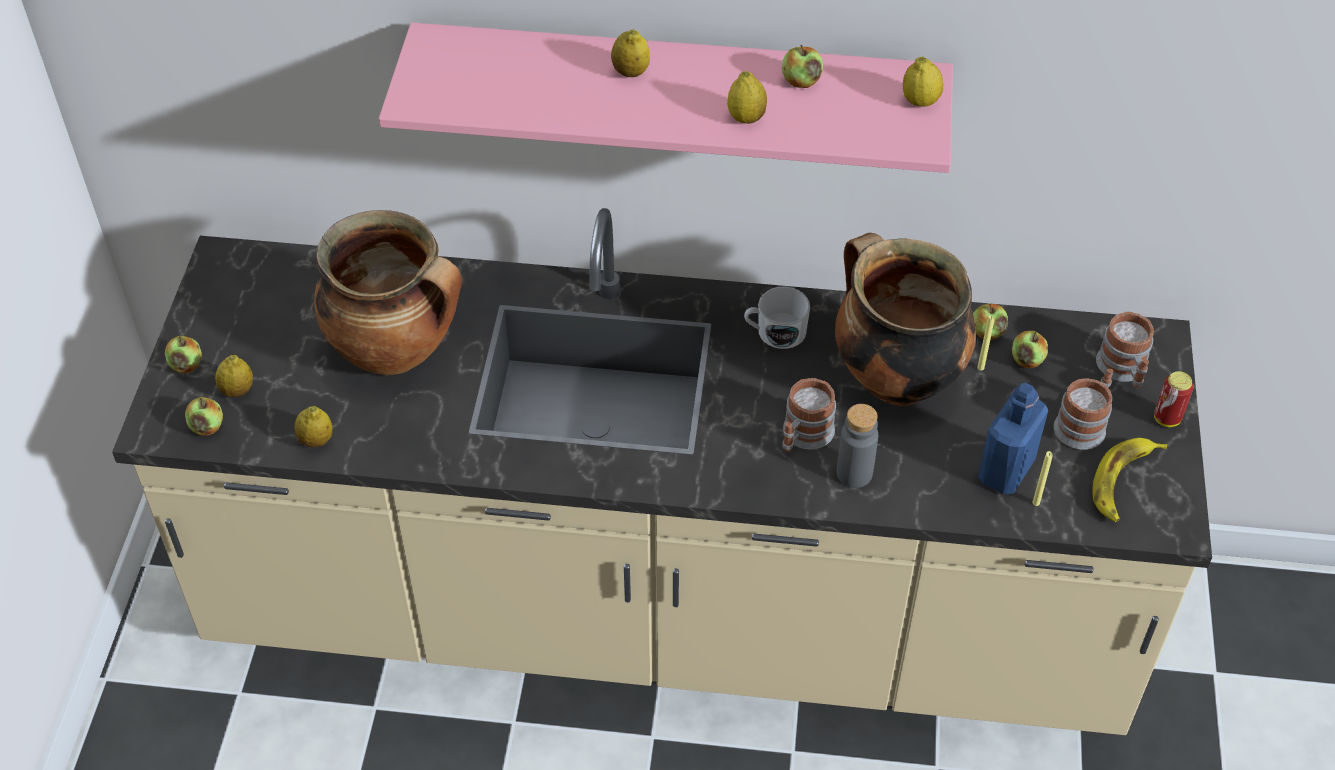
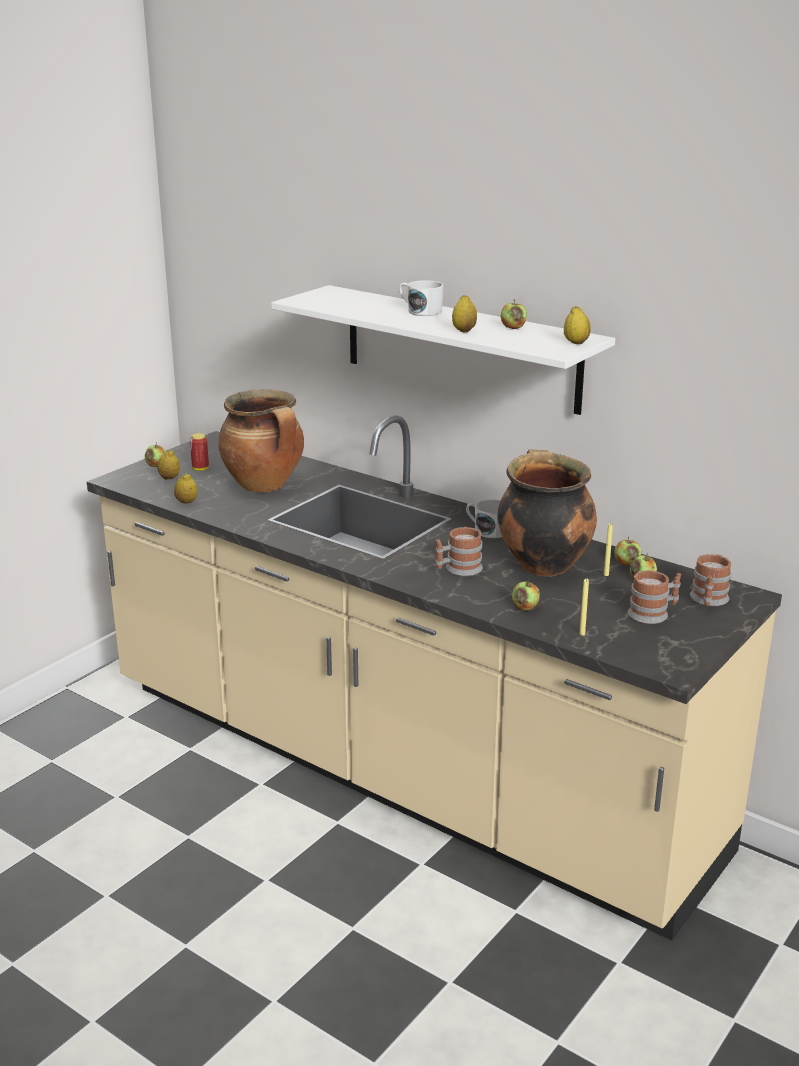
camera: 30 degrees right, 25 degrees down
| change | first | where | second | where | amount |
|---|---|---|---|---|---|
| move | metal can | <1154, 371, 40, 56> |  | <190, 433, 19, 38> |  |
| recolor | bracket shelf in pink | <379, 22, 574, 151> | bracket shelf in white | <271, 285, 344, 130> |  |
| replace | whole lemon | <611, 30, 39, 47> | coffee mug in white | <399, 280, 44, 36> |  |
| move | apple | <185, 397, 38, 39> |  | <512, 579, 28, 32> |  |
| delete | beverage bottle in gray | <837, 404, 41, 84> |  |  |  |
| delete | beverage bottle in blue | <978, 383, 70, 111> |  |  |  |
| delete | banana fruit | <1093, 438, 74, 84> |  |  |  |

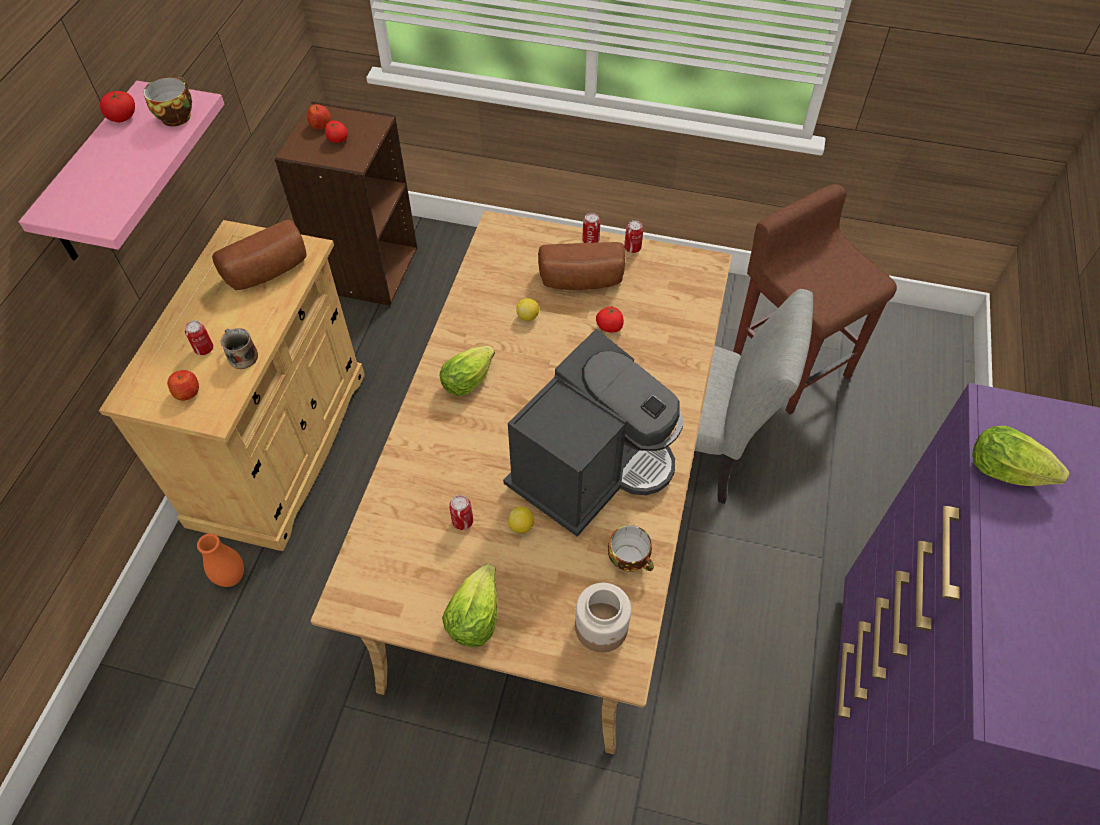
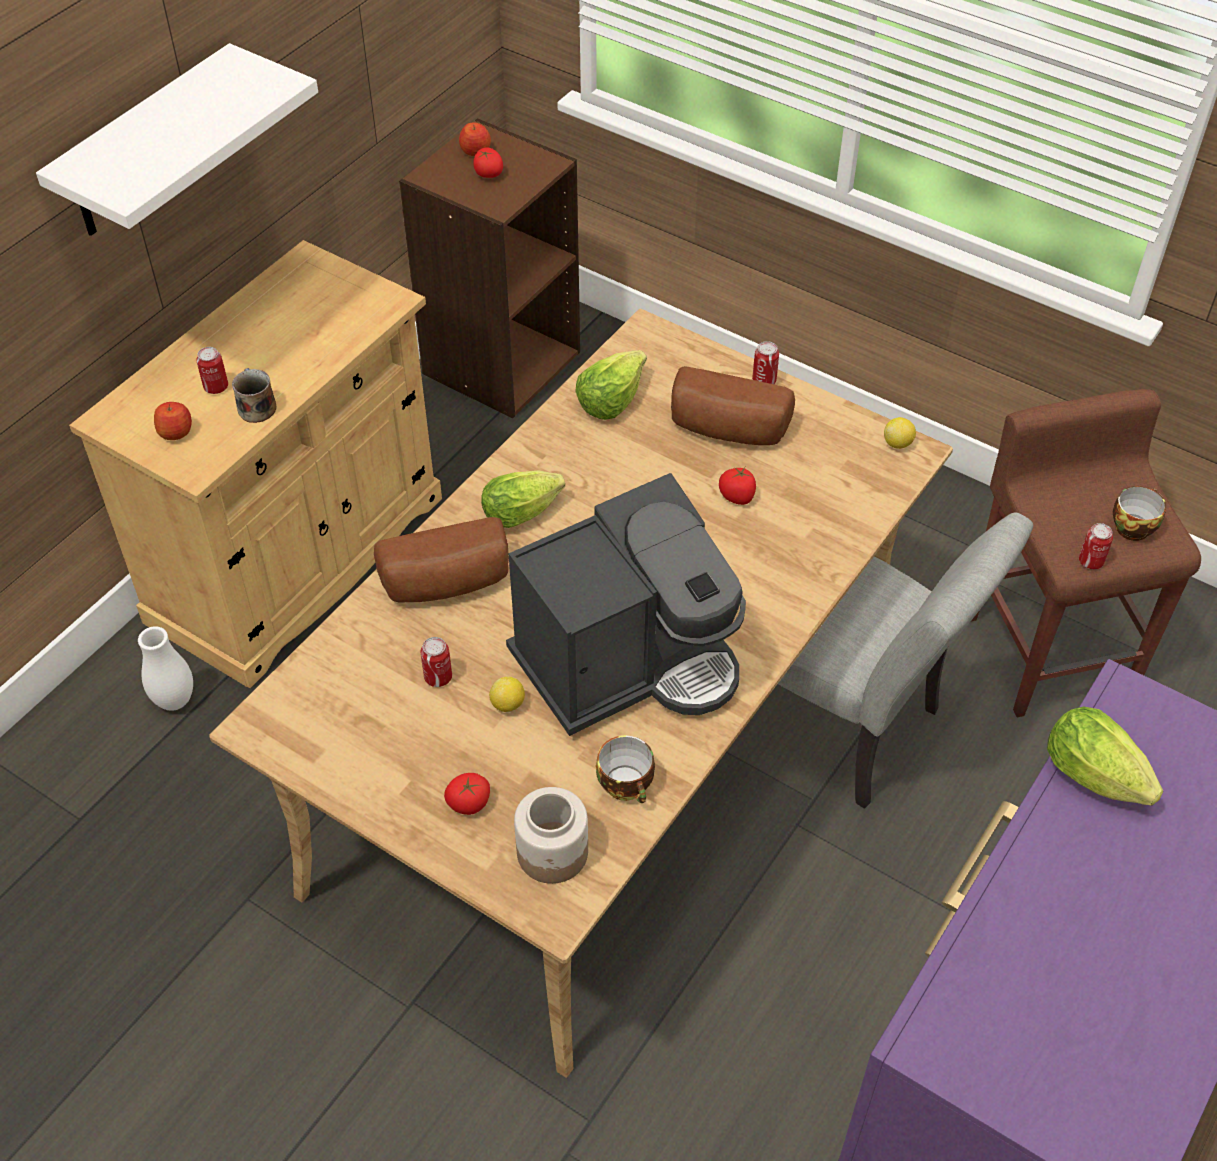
camera: 20 degrees right, 5 degrees down
| change | first | where | second | where | amount |
|---|---|---|---|---|---|
| recolor | bracket shelf in pink | <19, 81, 205, 180> | bracket shelf in white | <36, 43, 282, 193> |  |
| recolor | decorative vase in orange | <197, 533, 47, 54> | decorative vase in white | <138, 626, 55, 85> |  |
| move | bread | <212, 220, 95, 70> |  | <374, 517, 135, 85> |  |
| move | whole tomato | <100, 91, 35, 31> |  | <444, 773, 46, 42> |  |
| move | lettuce | <442, 564, 56, 83> |  | <575, 350, 72, 70> |  |
| move | whole lemon | <516, 298, 23, 23> |  | <884, 417, 32, 32> |  |
| move | metal can | <624, 220, 19, 33> |  | <1079, 523, 34, 46> |  |
| move | drinking cup | <144, 77, 48, 49> |  | <1113, 486, 53, 55> |  |

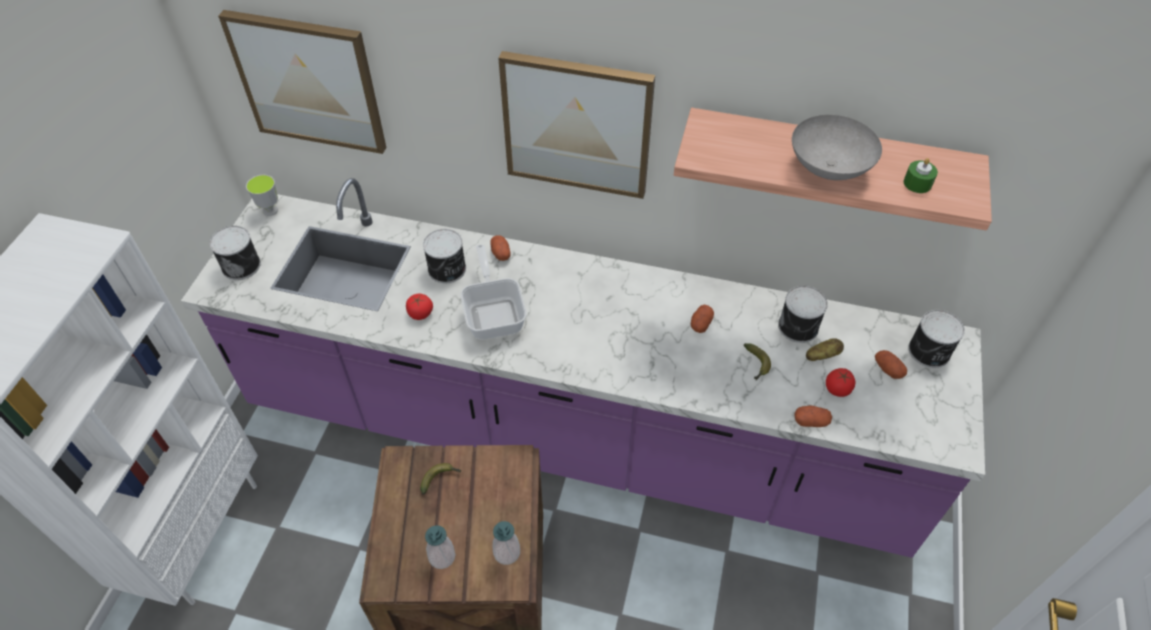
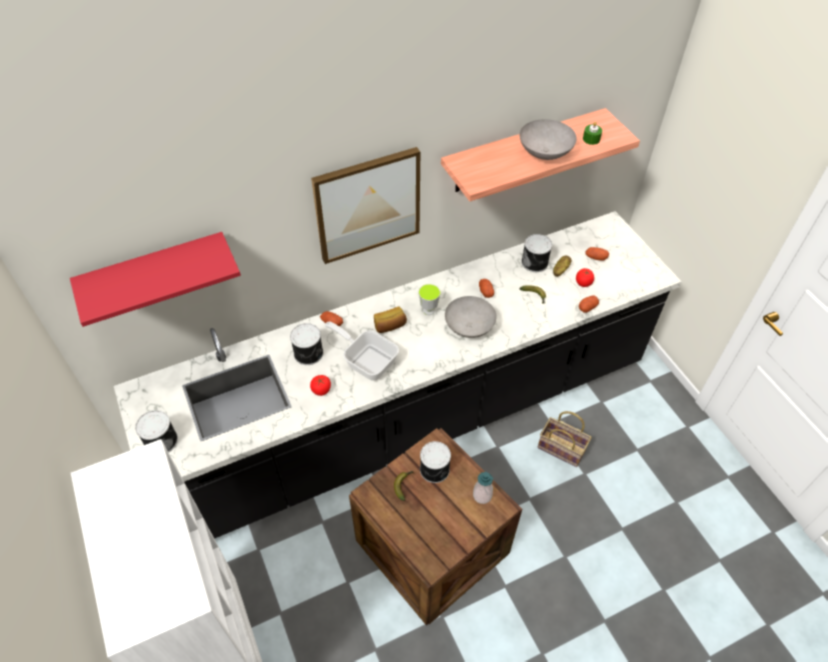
camera: 40 degrees left, 0 degrees up
| change | first | where | second | where | amount |
|---|---|---|---|---|---|
| replace | wall picture | <218, 10, 168, 144> | bracket shelf in red | <70, 232, 171, 95> |  |
| recolor | kitchen base unit in purplish | <181, 178, 804, 380> | kitchen base unit in black-coloured | <114, 211, 568, 328> |  |
| insert |  |  | bread | <374, 306, 33, 27> |  |
| move | drinking cup | <246, 175, 32, 41> |  | <418, 284, 22, 31> |  |
| move | metal can | <908, 310, 57, 58> |  | <420, 441, 31, 42> |  |
| insert |  |  | bowl in gray | <445, 296, 52, 42> |  |
| insert |  |  | storage basket | <538, 411, 53, 56> |  |
| delete | liquid soap bottle | <425, 525, 31, 44> |  |  |  |

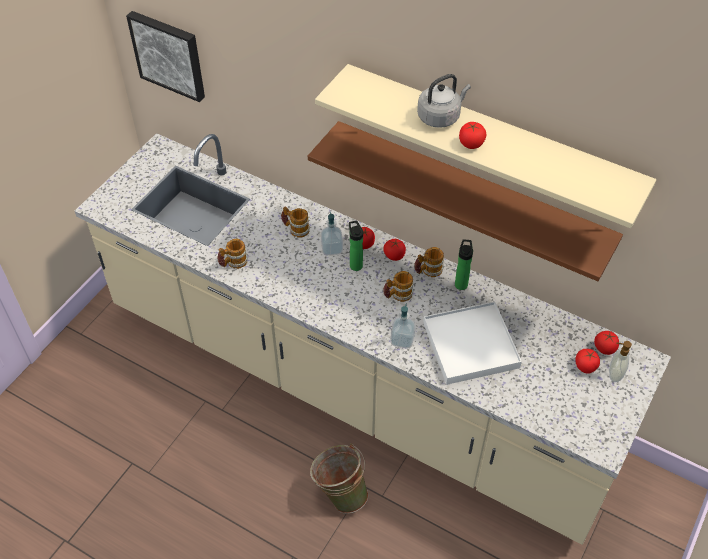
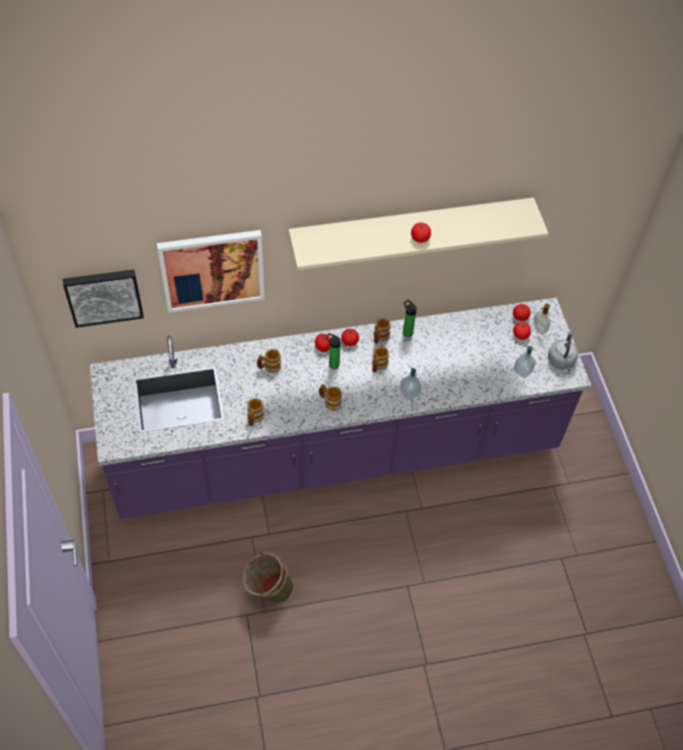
camera: 45 degrees left, 5 degrees up
| change | first | where | second | where | amount |
|---|---|---|---|---|---|
| recolor | kitchen base unit in sand-coloured | <75, 133, 596, 412> | kitchen base unit in purplish | <90, 298, 501, 221> |  |
| insert |  |  | wall picture | <157, 230, 107, 83> |  |
| move | bucket in greenish | <310, 443, 59, 71> |  | <243, 551, 51, 52> |  |
| insert |  |  | coffee mug | <319, 384, 23, 27> |  |
| move | liquid soap bottle | <321, 212, 22, 44> |  | <513, 345, 23, 33> |  |
| move | kettle in gray | <417, 74, 54, 54> |  | <548, 332, 30, 37> |  |
| delete | bracket shelf in brownish | <308, 121, 315, 160> |  |  |  |
| delete | tray in white | <423, 302, 99, 83> |  |  |  |

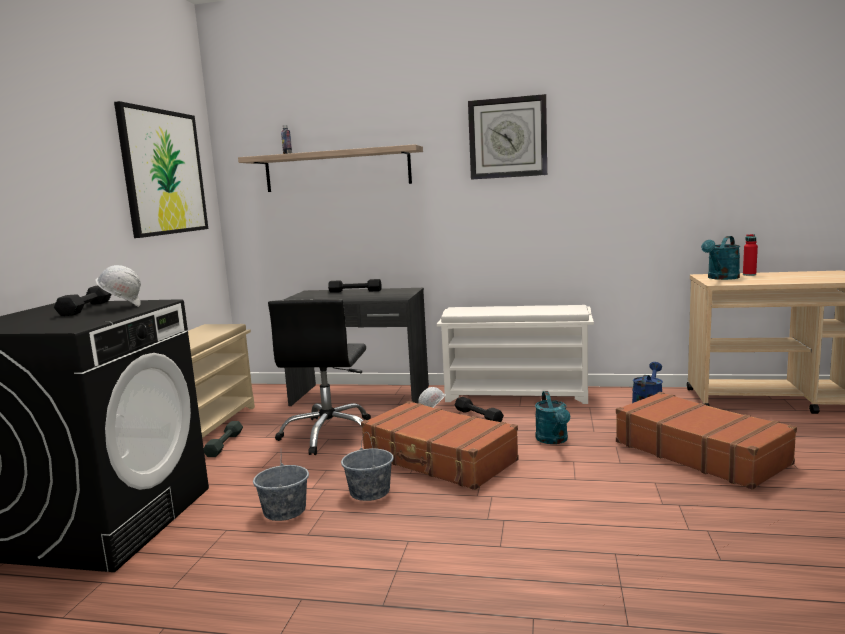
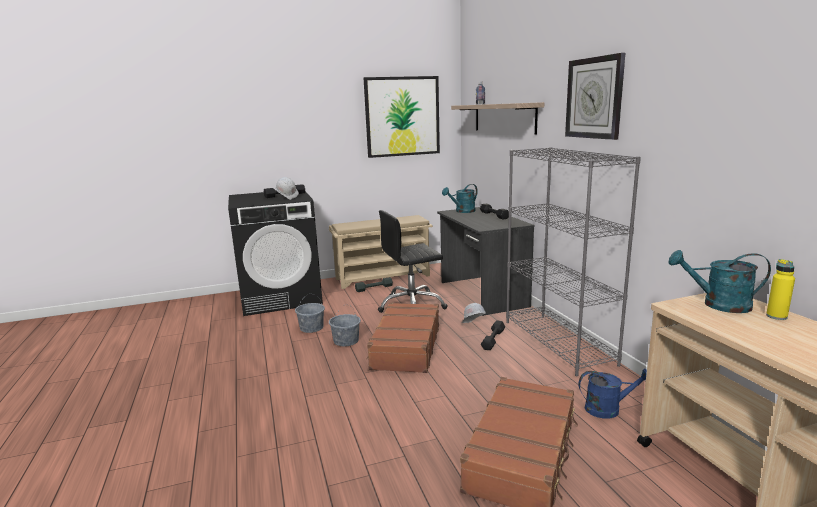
camera: 60 degrees right, 5 degrees up
| change | first | where | second | where | amount |
|---|---|---|---|---|---|
| move | sprinkling can in turquoise | <535, 391, 35, 53> |  | <442, 184, 36, 29> |  |
| replace | shoe stand in white | <437, 305, 157, 99> | shelving unit in gray | <506, 147, 135, 229> |  |
| recolor | beverage bottle in red | <743, 234, 15, 42> | beverage bottle in yellow | <766, 259, 29, 61> |  |

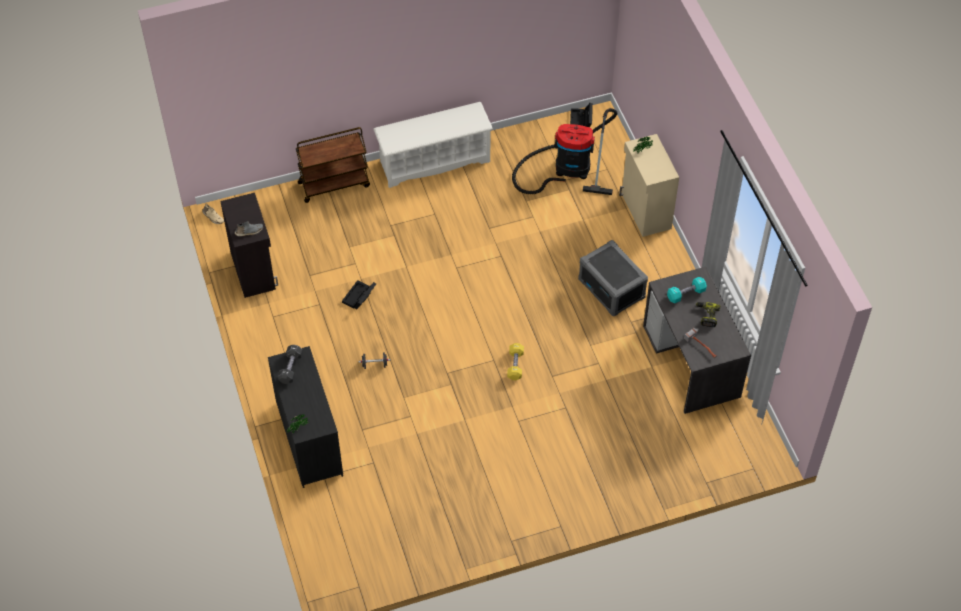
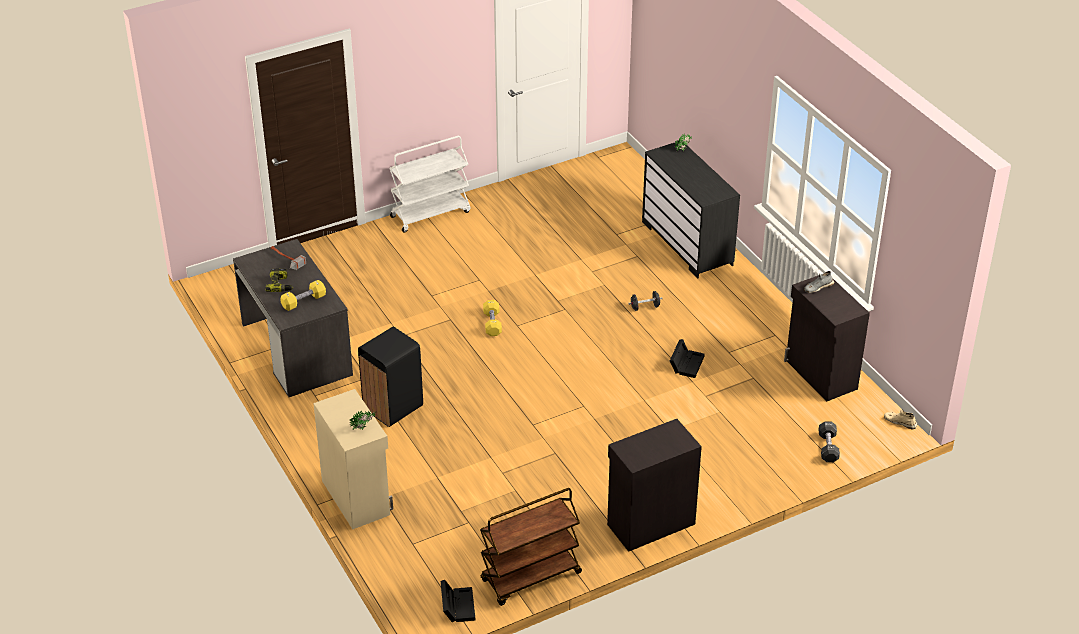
camera: 170 degrees right, 15 degrees down
| change | first | where | second | where | amount |
|---|---|---|---|---|---|
| recolor | dumbbell in turquoise | <667, 277, 40, 26> | dumbbell in yellow | <280, 280, 46, 31> |  |
| replace | storage bin in gray | <578, 240, 70, 76> | trash can in black-coloured | <358, 327, 65, 100> |  |
| insert |  |  | wheeled cart in white | <389, 136, 81, 96> |  |
| move | wheeled cart in brownish | <296, 127, 74, 76> |  | <480, 488, 102, 118> |  |
| replace | shoe stand in white | <374, 102, 119, 86> | cabinet in black-coloured | <607, 419, 95, 133> |  |
| move | dumbbell in black-coloured | <278, 345, 25, 39> |  | <818, 421, 22, 41> |  |
| delete | hoover | <512, 108, 106, 87> |  |  |  |

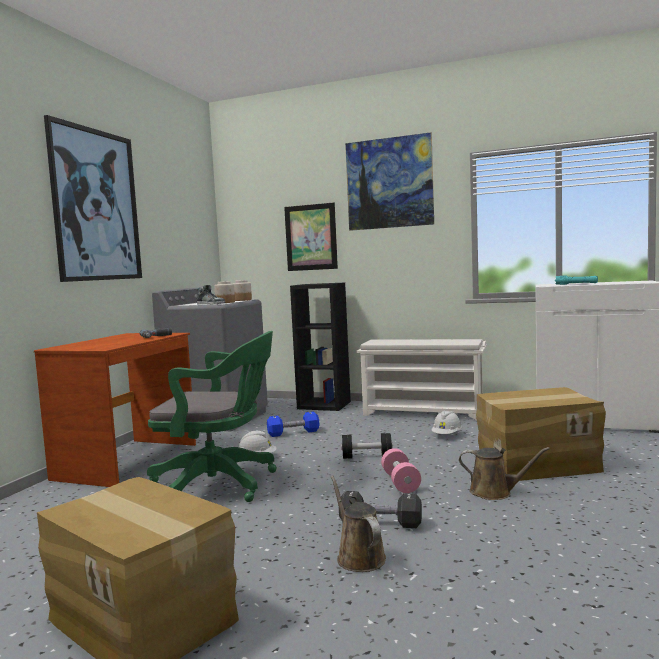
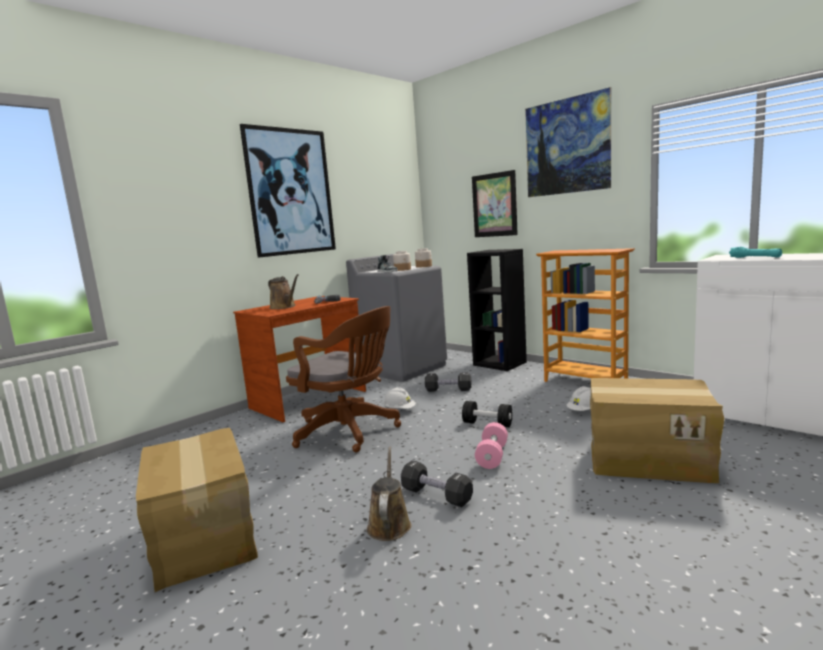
camera: 25 degrees right, 5 degrees up
| change | first | where | second | where | amount |
|---|---|---|---|---|---|
| move | sprinkling can in brownish | <459, 447, 91, 53> |  | <268, 274, 31, 35> |  |
| recolor | desk chair in greenish | <147, 331, 130, 171> | desk chair in brownish | <286, 306, 115, 146> |  |
| recolor | dumbbell in blue | <267, 411, 52, 26> | dumbbell in black-coloured | <425, 372, 47, 20> |  |
| replace | shoe stand in white | <357, 339, 129, 82> | shelving unit | <536, 248, 99, 134> |  |

